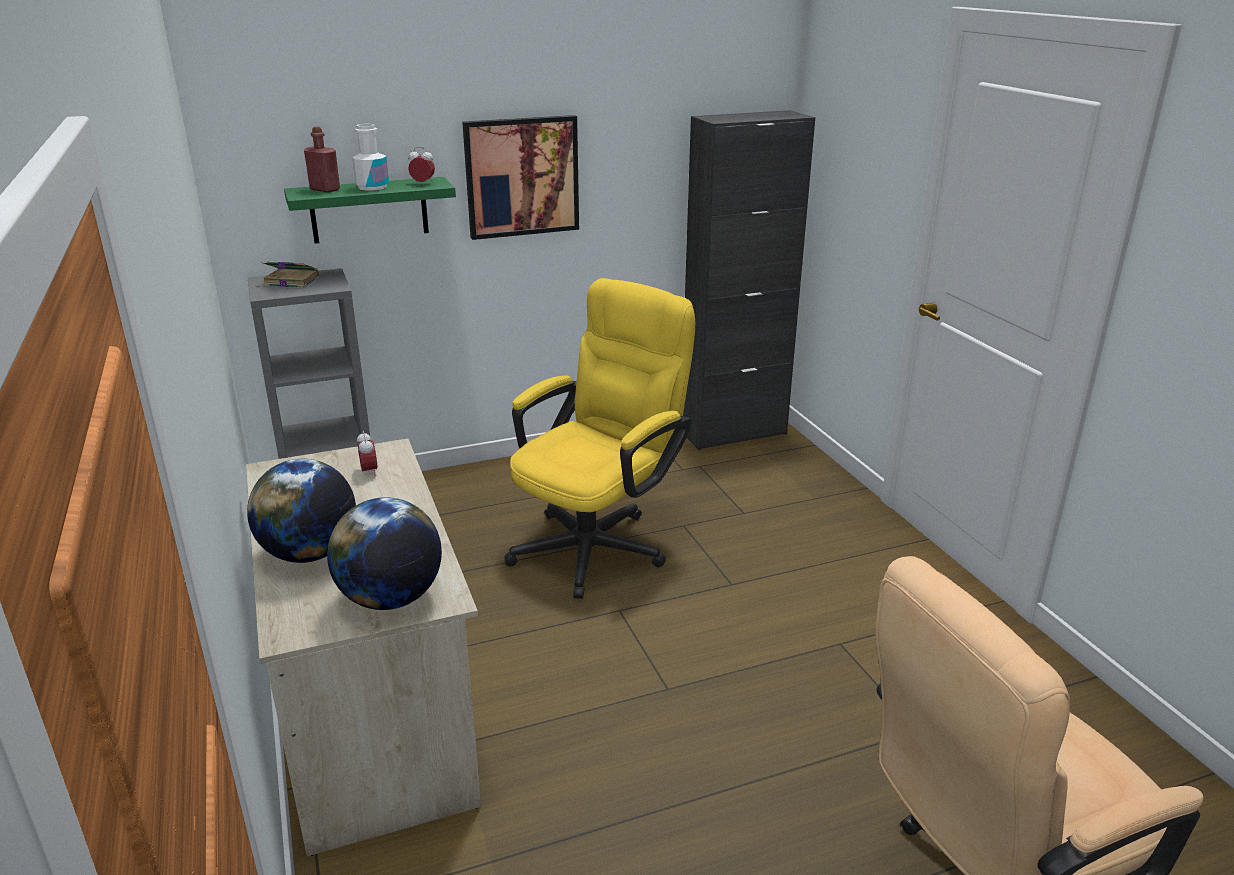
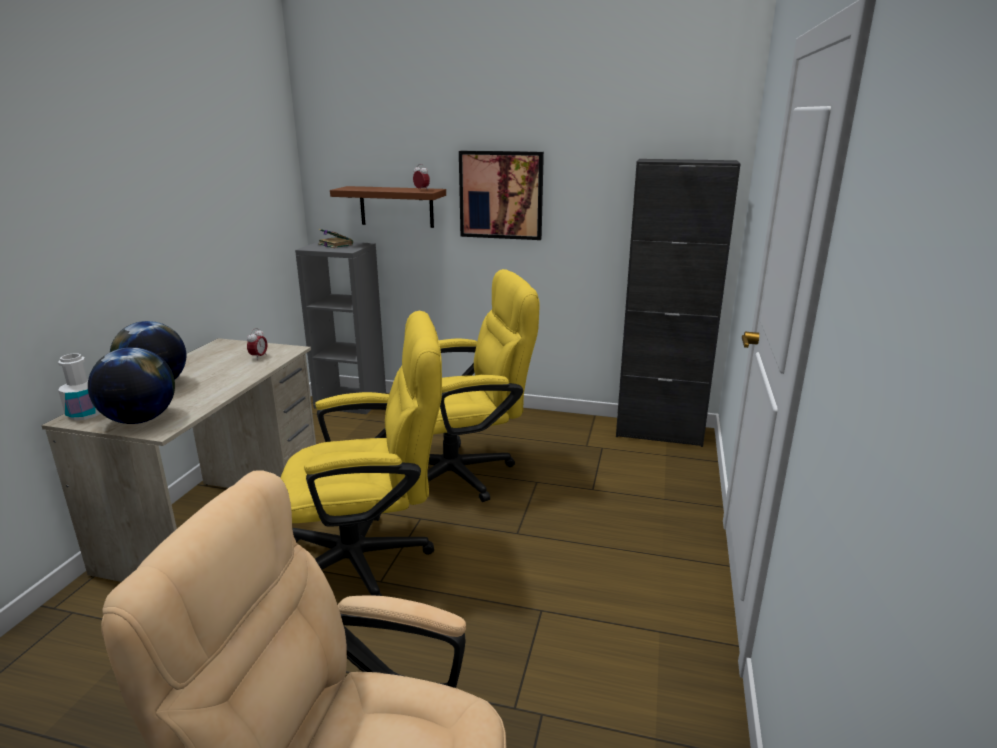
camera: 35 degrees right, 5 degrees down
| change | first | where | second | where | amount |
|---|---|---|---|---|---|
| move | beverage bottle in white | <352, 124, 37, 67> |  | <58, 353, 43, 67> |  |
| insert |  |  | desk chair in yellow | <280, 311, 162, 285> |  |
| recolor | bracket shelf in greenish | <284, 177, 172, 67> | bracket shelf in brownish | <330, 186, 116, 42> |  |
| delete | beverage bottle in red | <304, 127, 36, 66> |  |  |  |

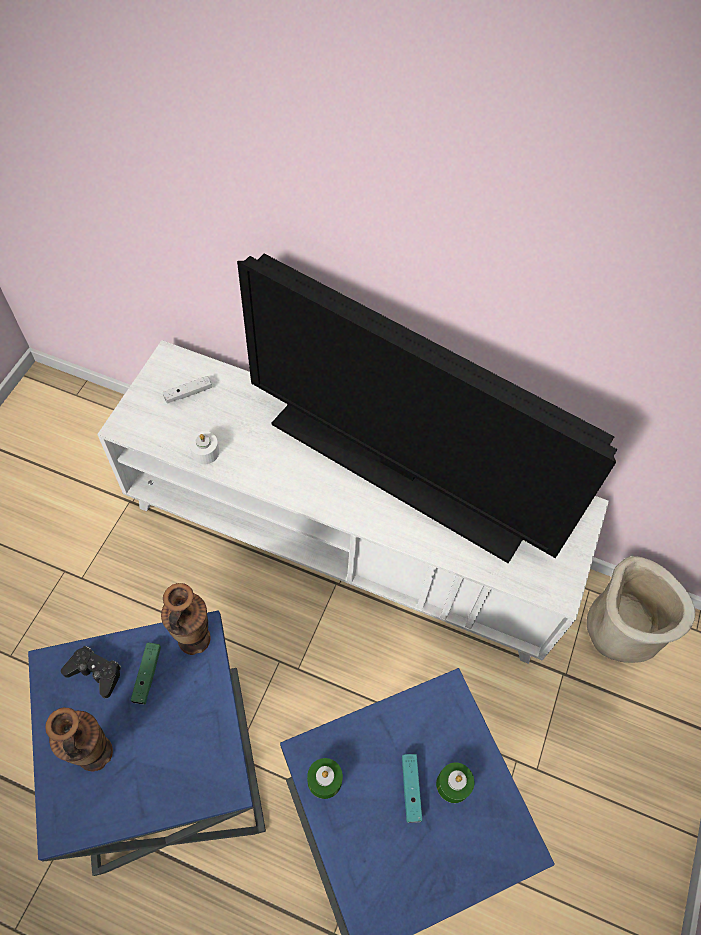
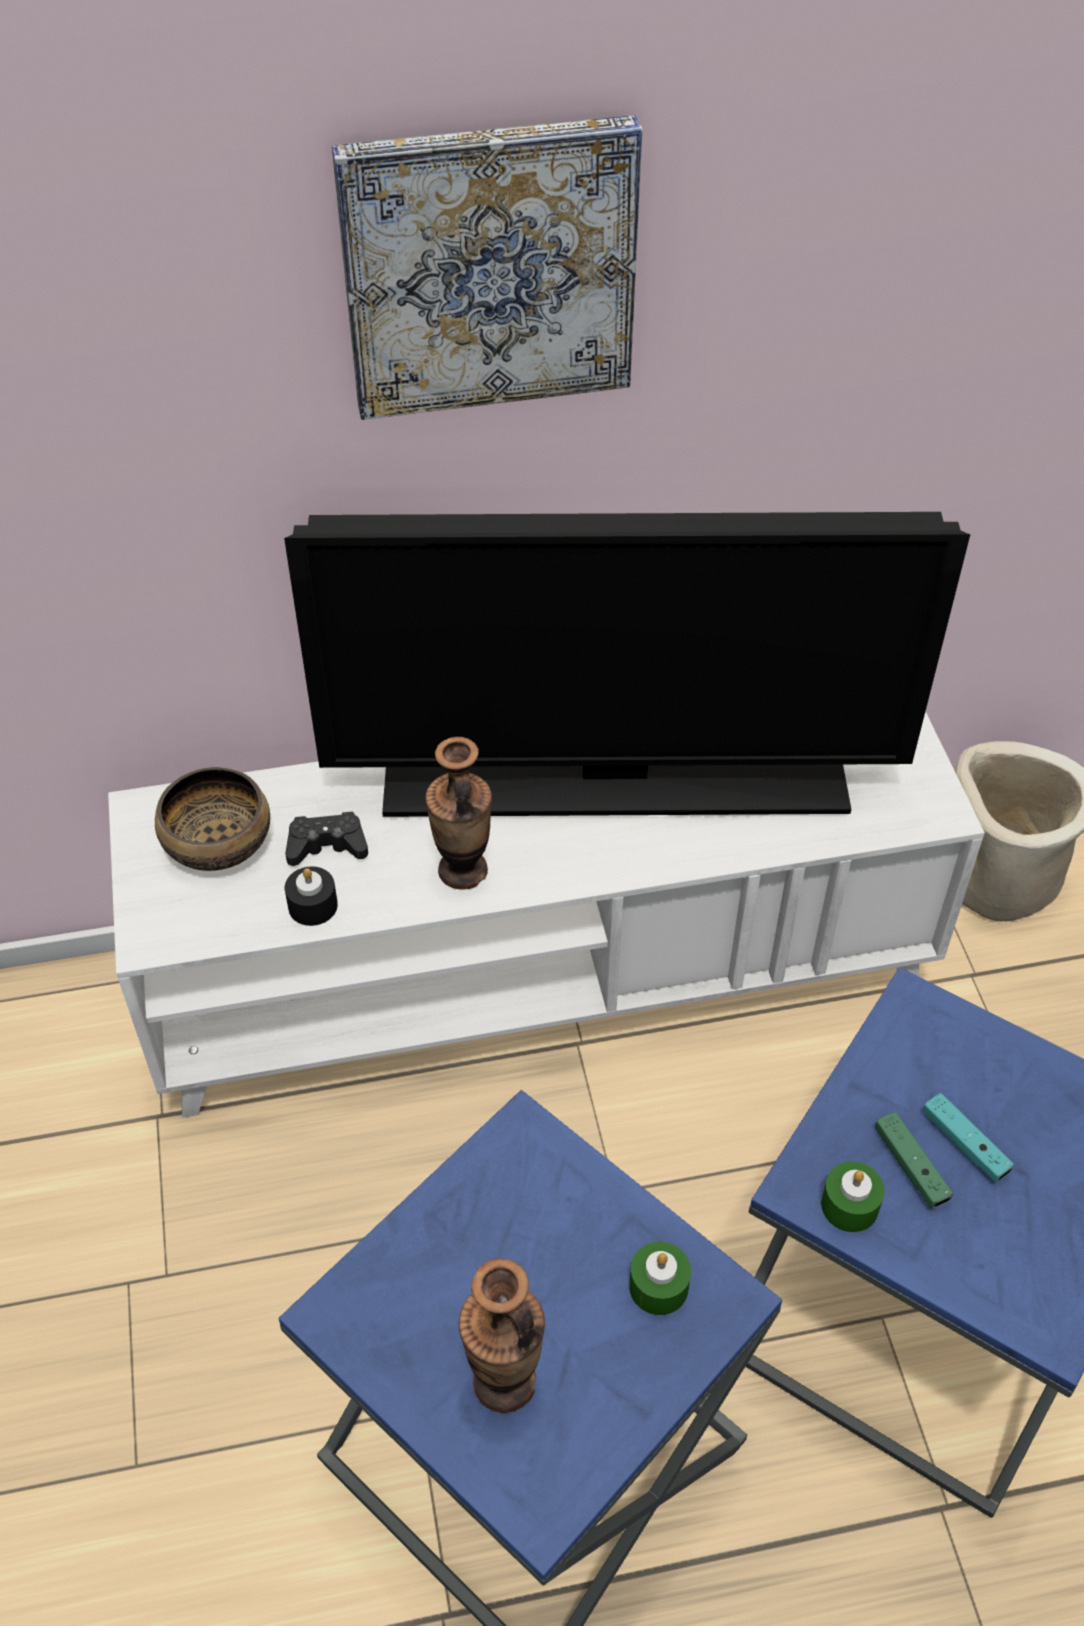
camera: 30 degrees left, 10 degrees down
| change | first | where | second | where | amount |
|---|---|---|---|---|---|
| replace | joypad in white | <163, 376, 49, 27> | bowl | <155, 767, 115, 104> |  |
| move | joypad in black-coloured | <61, 646, 60, 52> |  | <285, 811, 83, 55> |  |
| recolor | wax candle in white | <189, 431, 30, 33> | wax candle in black-coloured | <285, 866, 53, 60> |  |
| insert |  |  | wall picture | <332, 115, 310, 305> |  |
| move | decorative vase | <161, 583, 50, 72> |  | <425, 737, 67, 153> |  |
| move | wax candle in greenish | <436, 763, 38, 40> |  | <629, 1242, 62, 73> |  |
| move | joypad in greenish | <131, 643, 30, 61> |  | <875, 1112, 78, 96> |  |

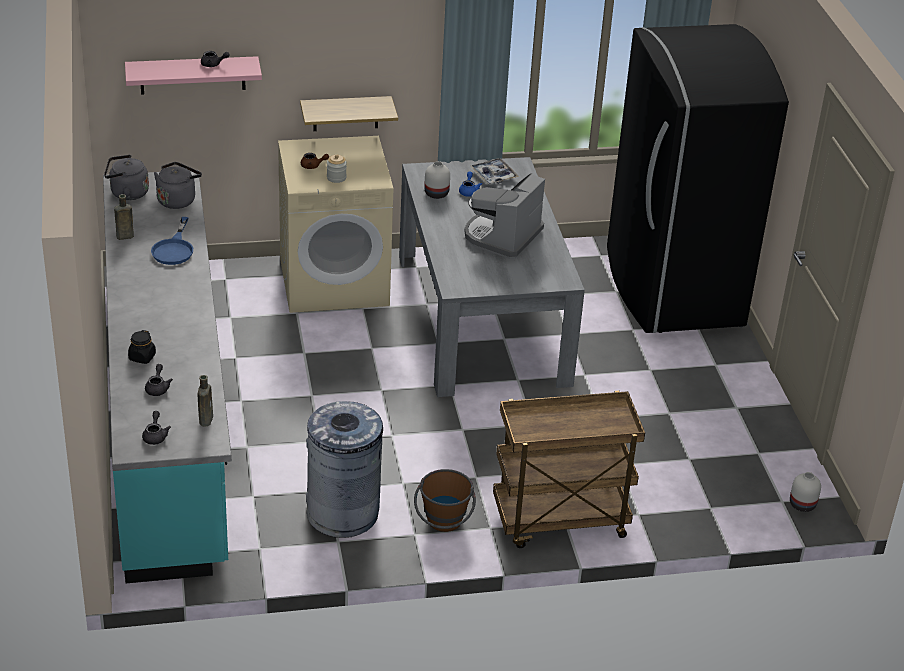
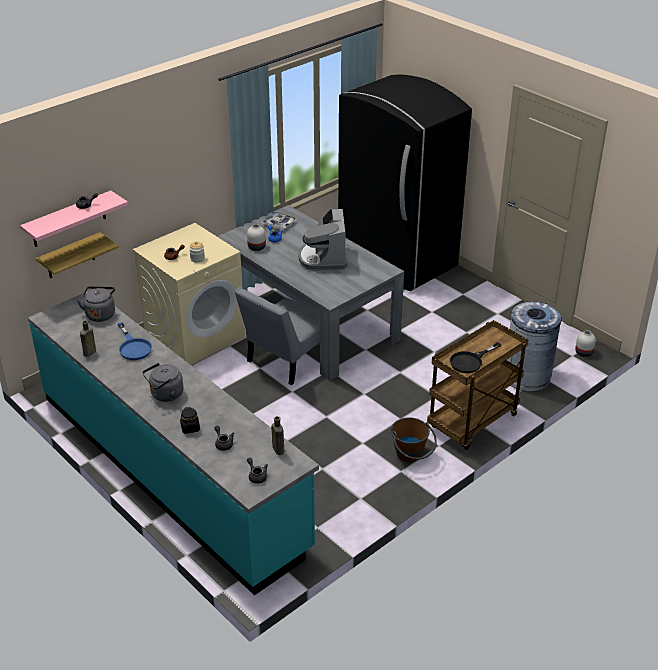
camera: 30 degrees left, 0 degrees up
| change | first | where | second | where | amount |
|---|---|---|---|---|---|
| move | bracket shelf | <300, 96, 98, 35> |  | <36, 232, 83, 47> |  |
| move | kettle in gray | <104, 155, 45, 45> |  | <142, 363, 42, 39> |  |
| insert |  |  | chair in gray | <234, 287, 86, 98> |  |
| insert |  |  | skillet in black-coloured | <450, 342, 51, 31> |  |
| move | trash can in gray | <306, 401, 77, 137> |  | <507, 301, 55, 91> |  |

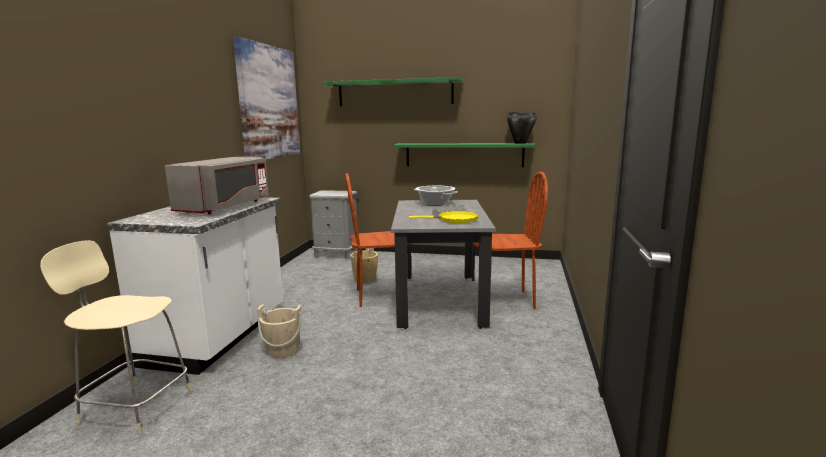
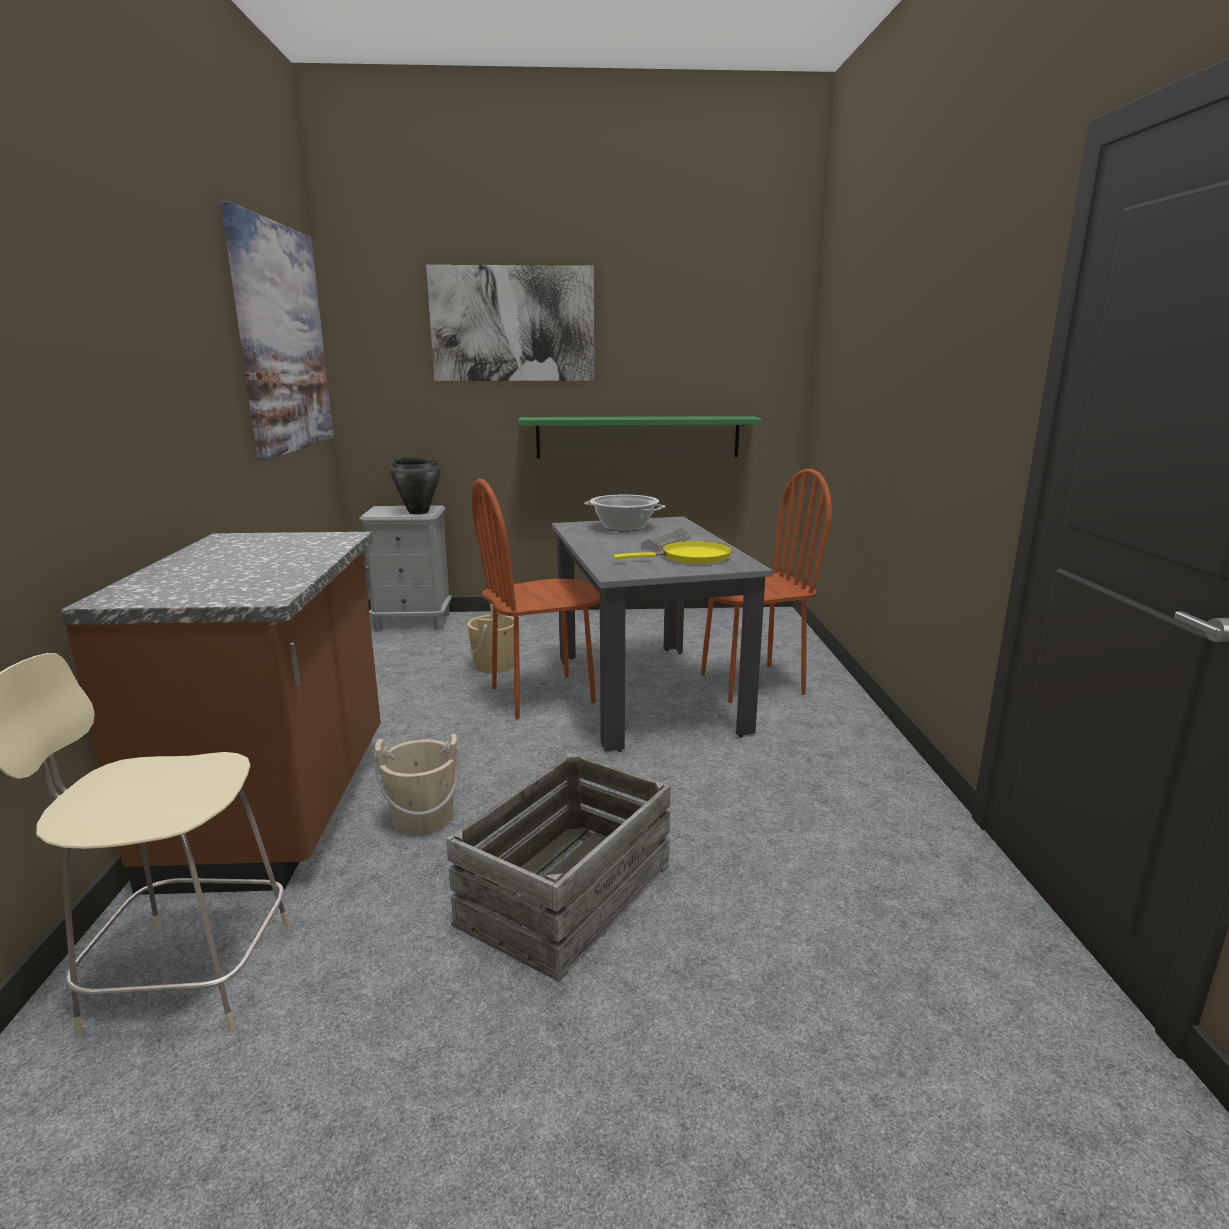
camera: 15 degrees left, 5 degrees up
| change | first | where | second | where | amount |
|---|---|---|---|---|---|
| recolor | kitchen base unit in white | <107, 197, 176, 178> | kitchen base unit in brownish | <61, 532, 320, 363> |  |
| move | cooking pot in black-coloured | <507, 112, 30, 32> |  | <390, 458, 51, 56> |  |
| replace | bracket shelf in greenish | <323, 77, 140, 29> | wall picture | <426, 265, 168, 116> |  |
| insert |  |  | shipping crate | <446, 753, 225, 229> |  |
| delete | microwave in gray | <165, 157, 104, 57> |  |  |  |

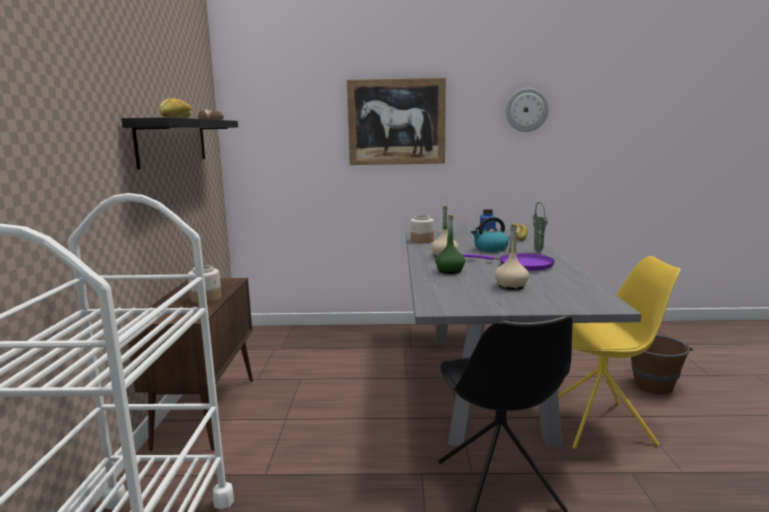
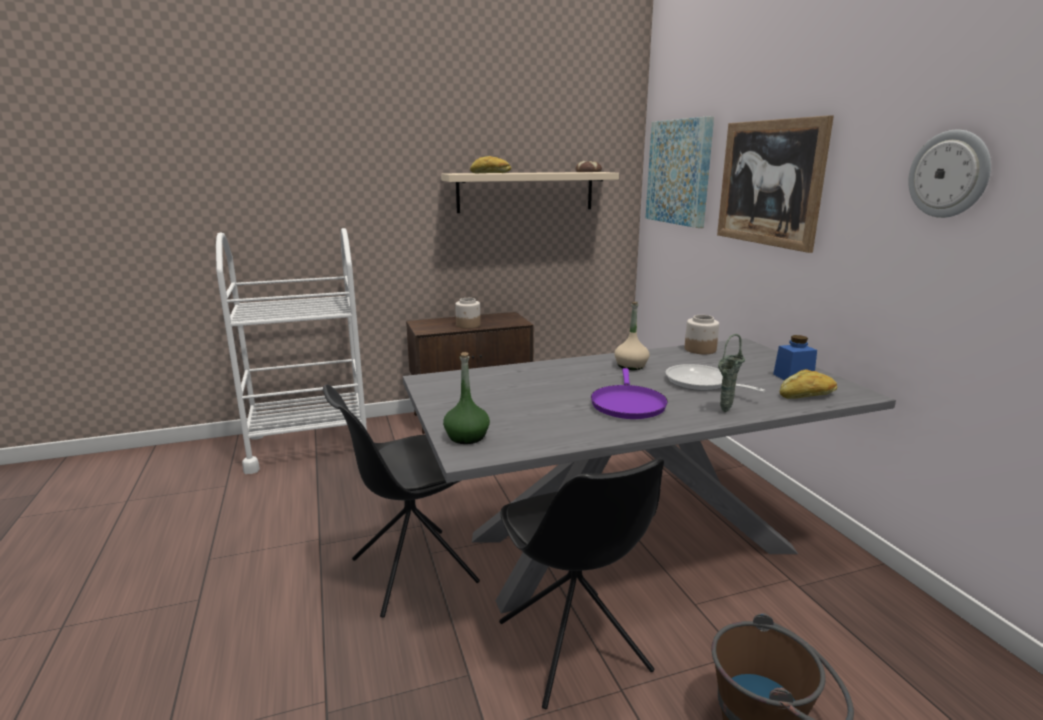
camera: 70 degrees right, 5 degrees up
| change | first | where | second | where | amount |
|---|---|---|---|---|---|
| recolor | bracket shelf in black-coloured | <121, 117, 117, 52> | bracket shelf in sand-coloured | <441, 172, 178, 41> |  |
| move | beverage bottle in greenish | <435, 215, 30, 59> |  | <443, 352, 47, 92> |  |
| recolor | chair in yellow | <558, 256, 123, 193> | chair in black-coloured | <499, 458, 165, 251> |  |
| insert |  |  | wall picture | <646, 116, 68, 112> |  |
| replace | kettle | <471, 217, 38, 35> | skillet | <665, 364, 101, 28> |  |
| delete | beverage bottle in sand-coloured | <495, 223, 34, 67> |  |  |  |

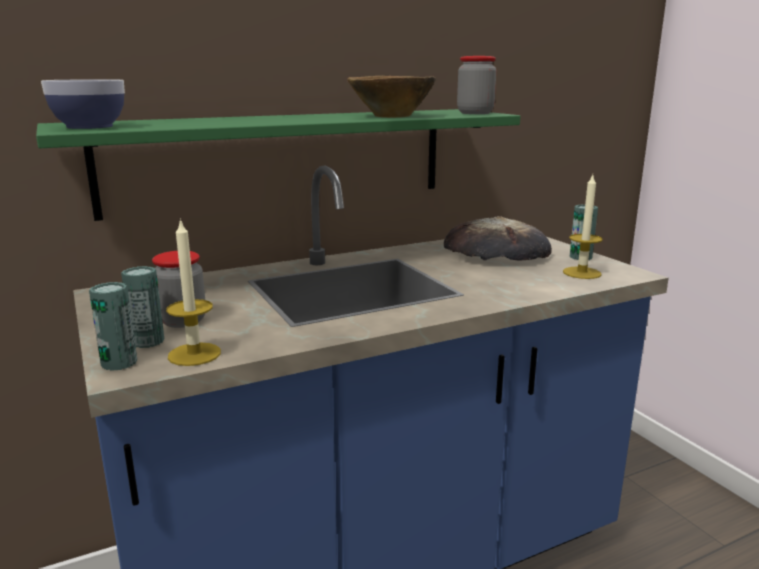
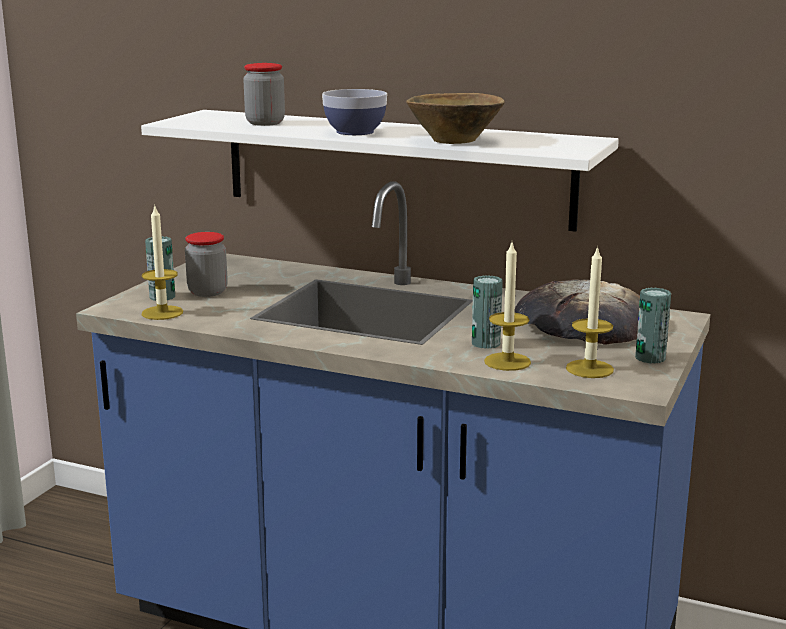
camera: 50 degrees right, 0 degrees up
| change | first | where | second | where | amount |
|---|---|---|---|---|---|
| recolor | bracket shelf in greenish | <36, 109, 485, 112> | bracket shelf in white | <141, 110, 478, 122> |  |
| move | jar | <457, 56, 39, 58> |  | <243, 63, 42, 63> |  |
| move | bowl | <41, 79, 84, 50> |  | <322, 89, 65, 46> |  |
| move | metal can | <89, 282, 48, 89> |  | <472, 275, 31, 74> |  |
| insert |  |  | wax candle | <484, 243, 47, 128> |  |

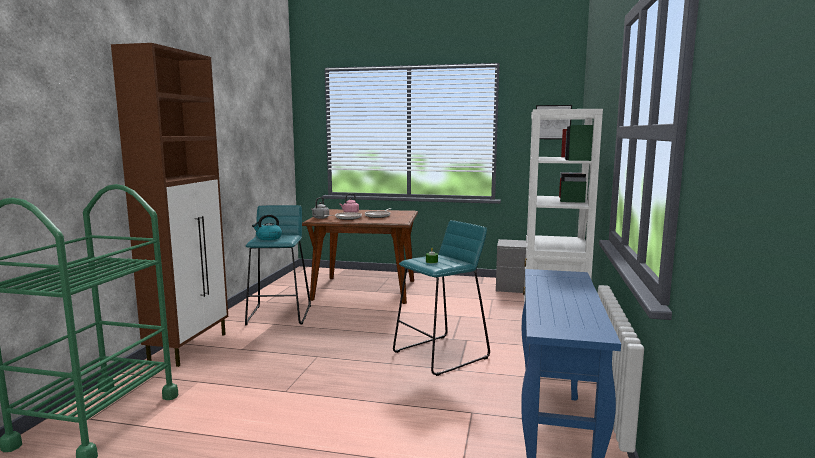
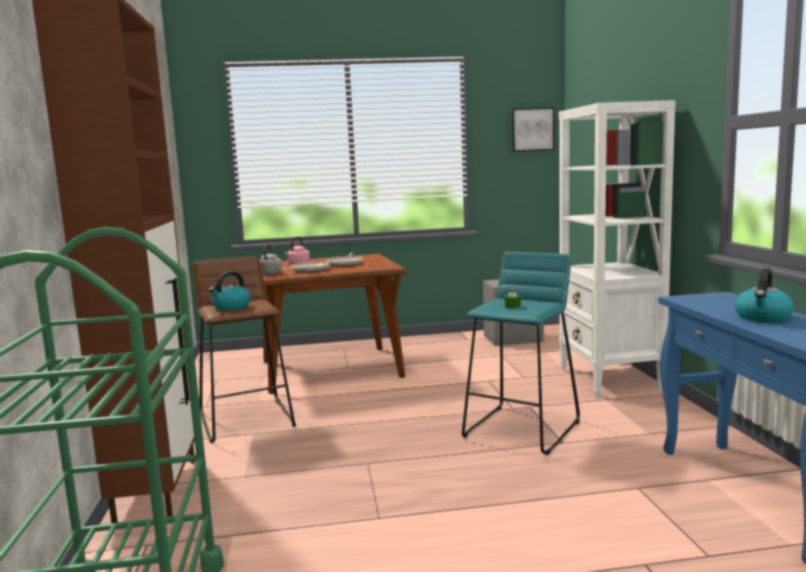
camera: 20 degrees left, 0 degrees up
| change | first | where | second | where | amount |
|---|---|---|---|---|---|
| recolor | stool seat in turquoise | <245, 205, 66, 120> | stool seat in brownish | <193, 256, 103, 187> |  |
| insert |  |  | kettle | <735, 268, 59, 55> |  |

